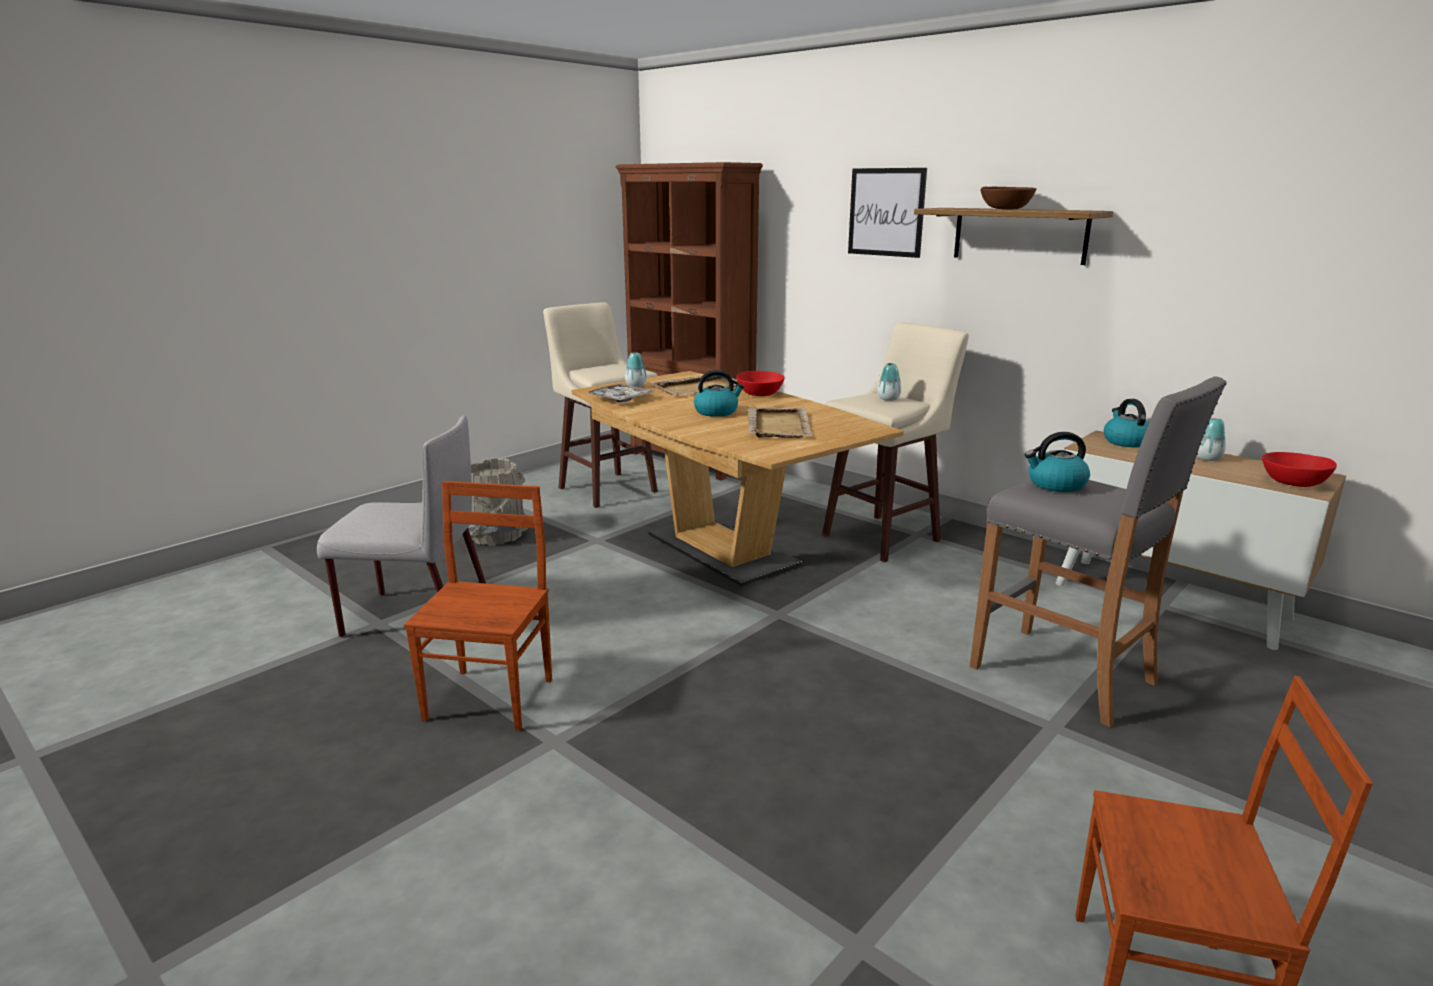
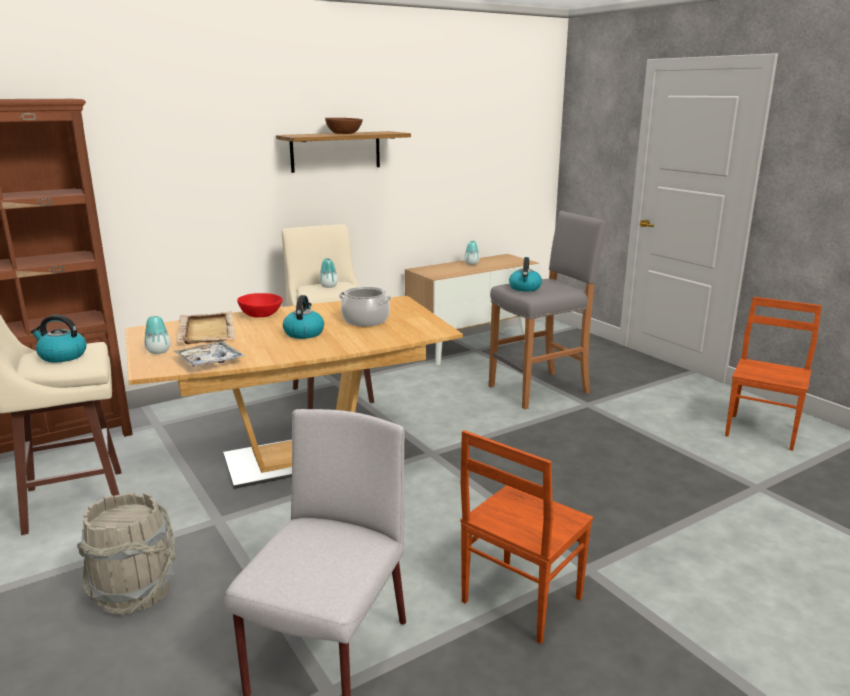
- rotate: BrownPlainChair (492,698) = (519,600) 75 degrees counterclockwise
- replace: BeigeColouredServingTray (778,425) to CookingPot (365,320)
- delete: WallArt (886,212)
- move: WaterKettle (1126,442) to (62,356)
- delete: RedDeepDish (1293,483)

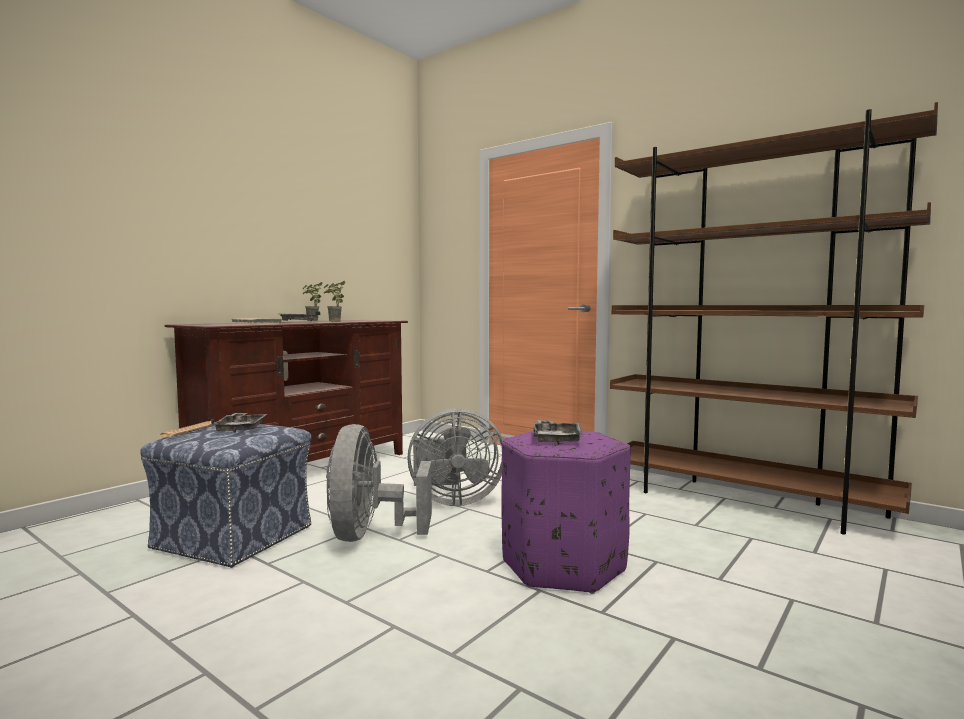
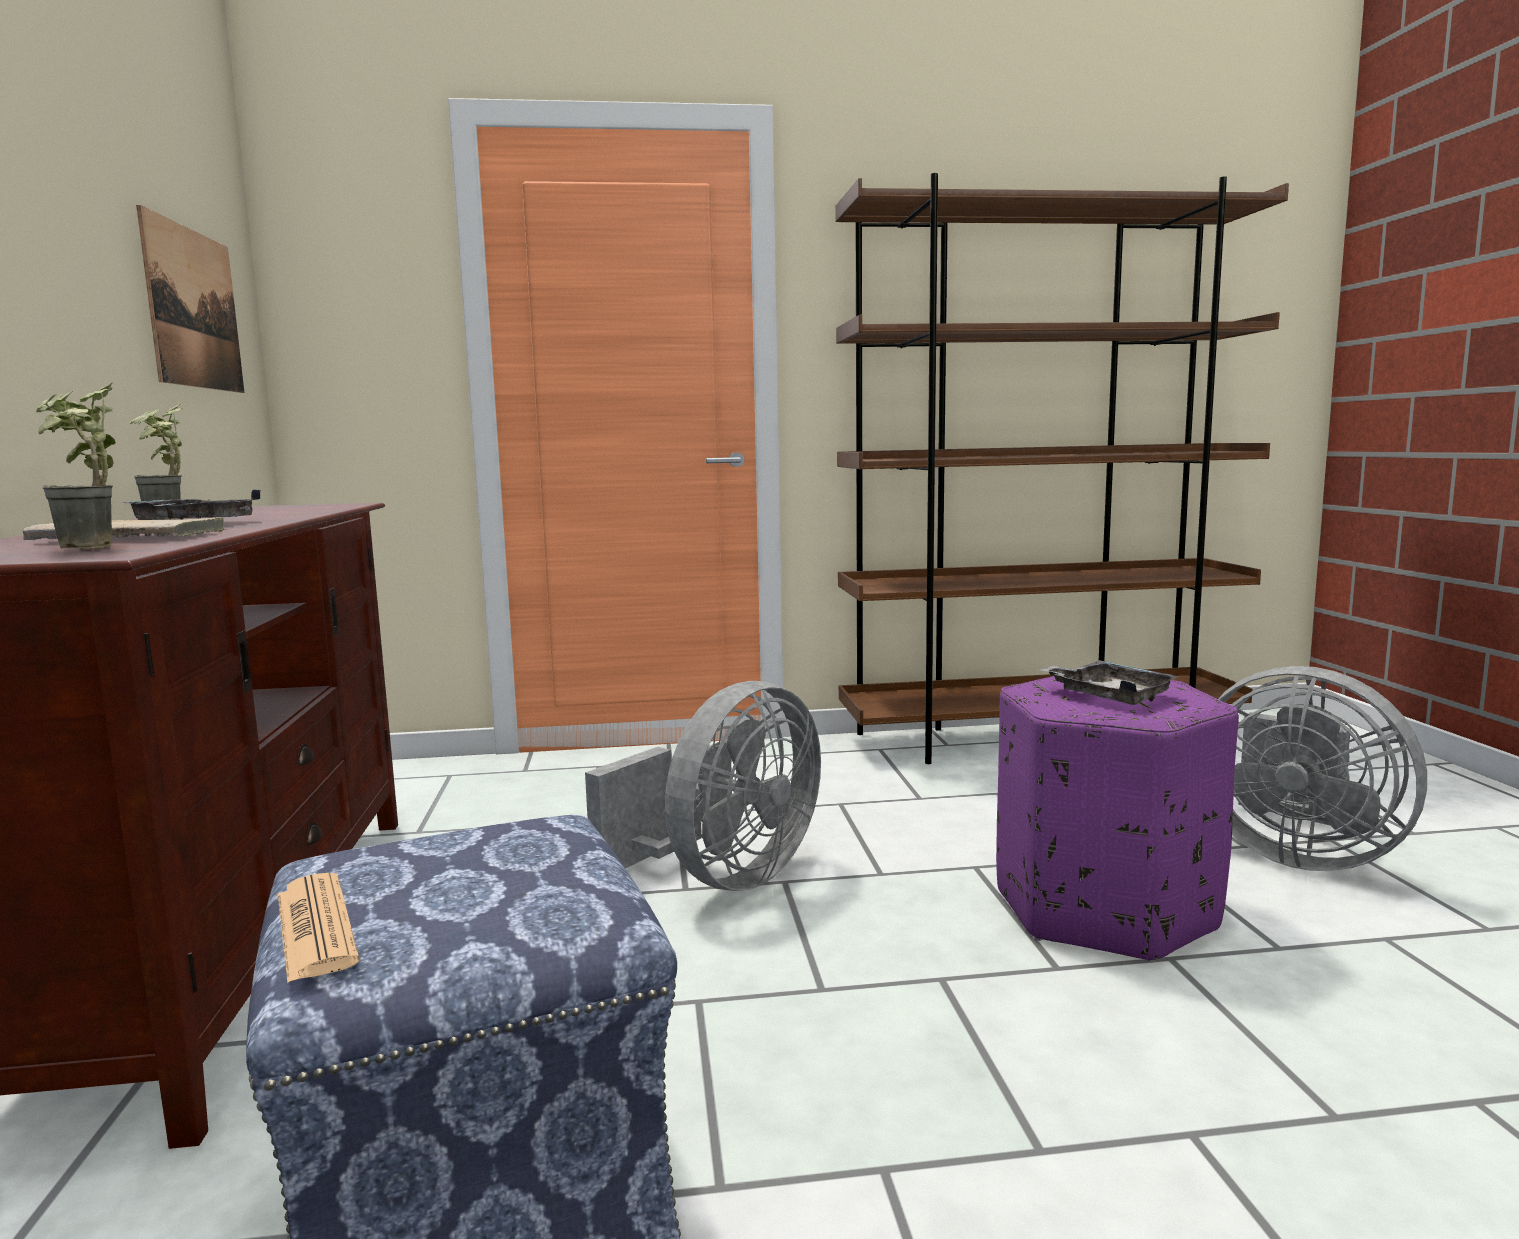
- delete: GreyServingTray (241,429)
- move: PottedPlant (334,321) to (90,549)
- move: GreyCoolingFan (370,535) to (1295,854)
- insert: WallArt (194,309)

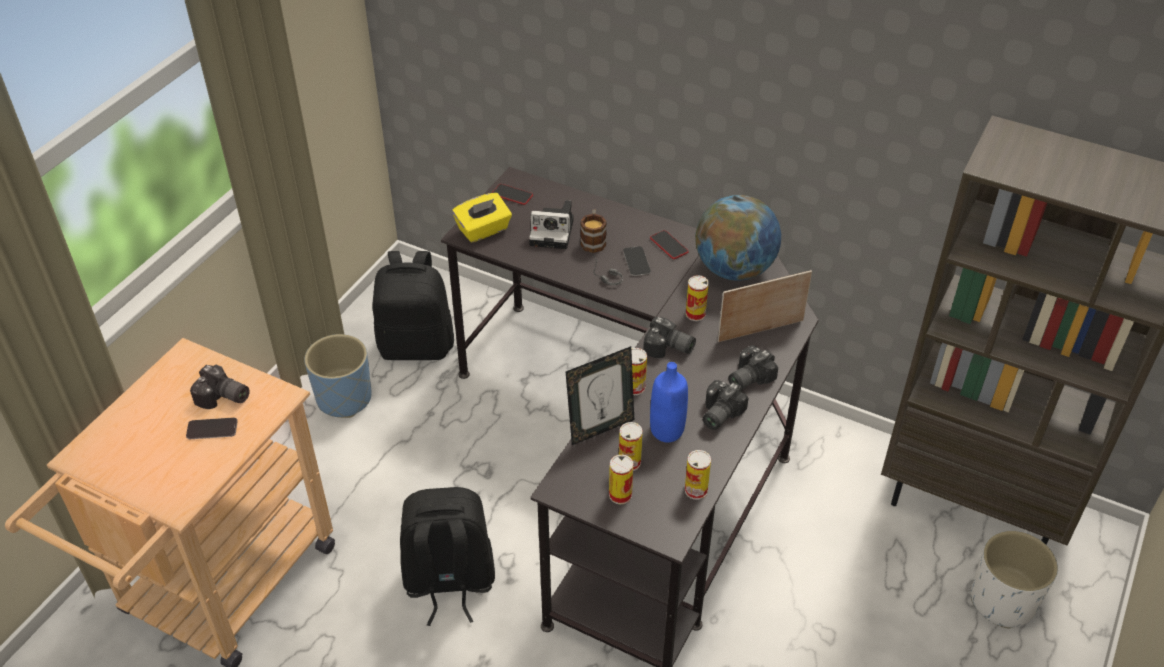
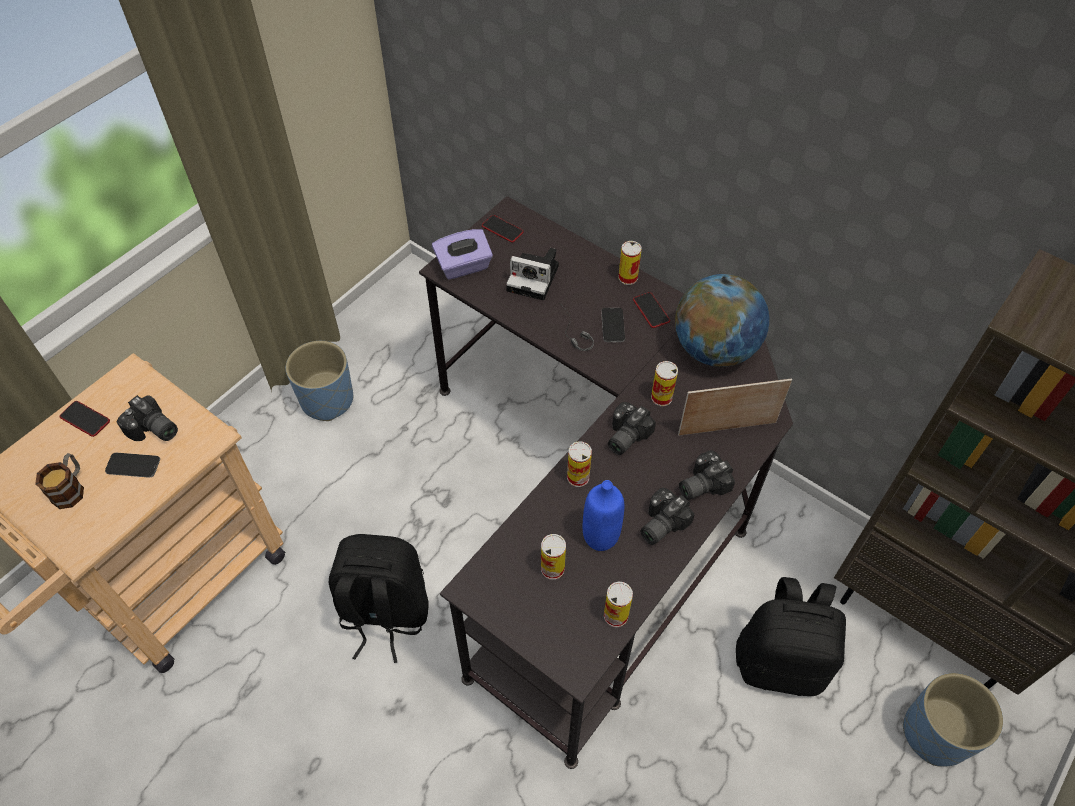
- move: BlackRucksack (416,345) to (780,661)
- recolor: YellowTissueHolder (483,230) to PurpleTissueHolder (464,266)
- delete: PictureFrame (600,428)
- move: Mug (593,240) to (71,488)
- move: MetalCan (620,495) to (628,277)
- rotate: StillCamera (669,349) = (624,436) 90 degrees clockwise
- recolor: WhitePlantPot (1002,602) to BluishPlantPot (935,734)
- insert: Telephone (85,419)

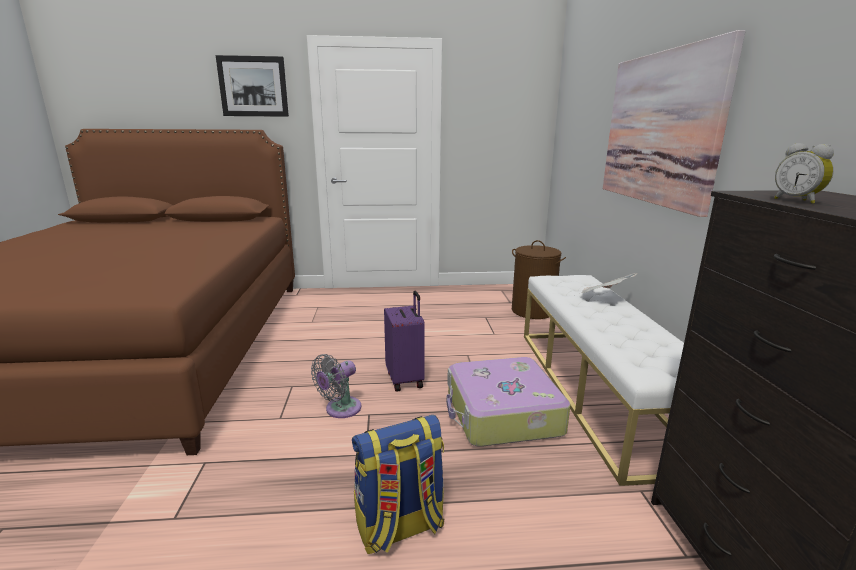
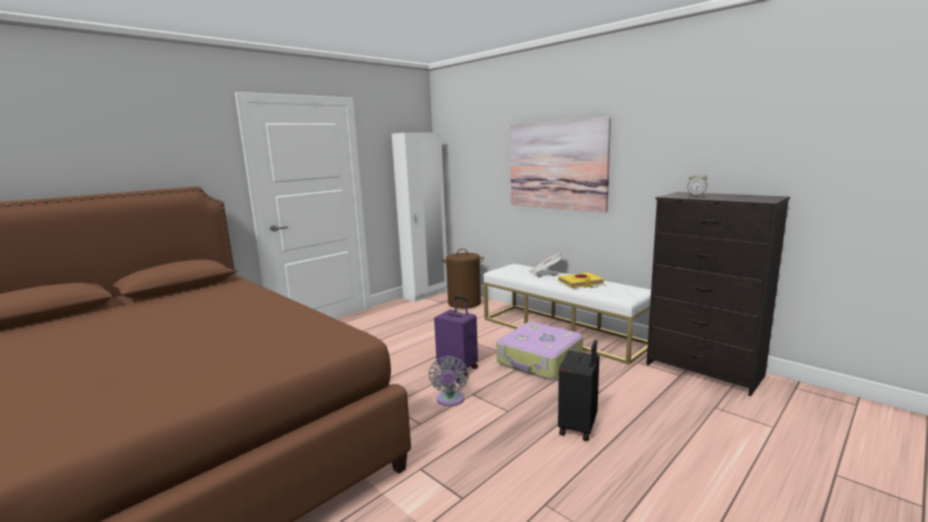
- delete: WallArt (253,86)
- replace: Rucksack (399,527) to BlackPieceOfLuggage (579,427)
- insert: WhiteWardrobe (426,294)
- insert: YellowBoundBook (580,283)

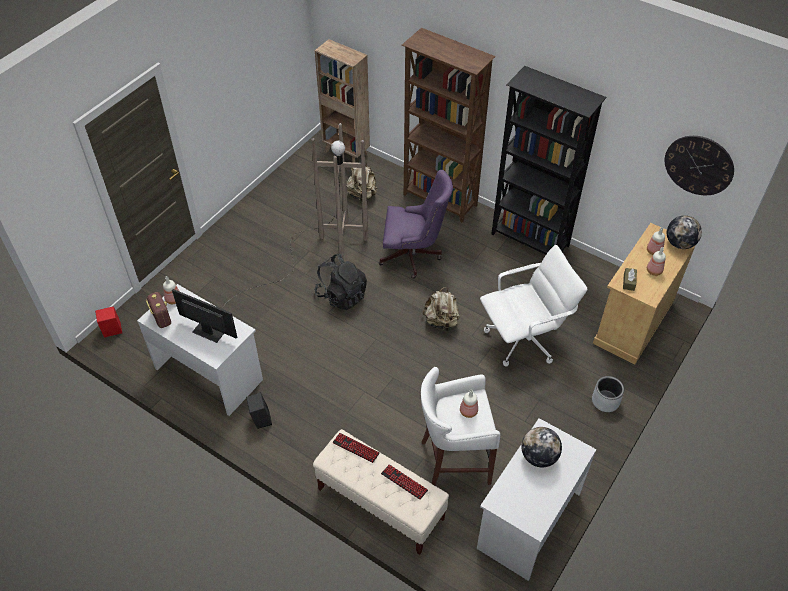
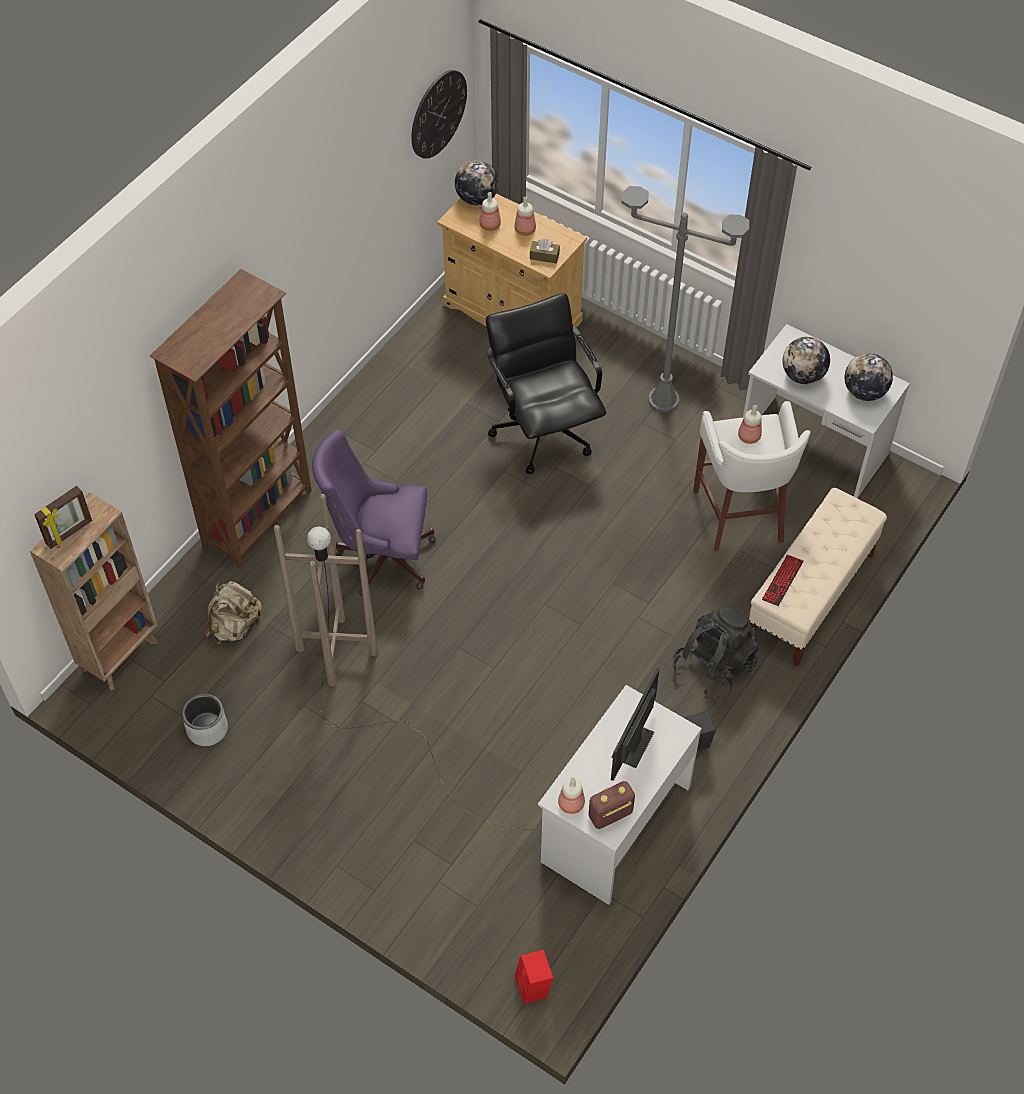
- move: BlackRucksack (341,295) to (714,667)
- rotate: PurpleComputerChair (413,256) = (380,556) 90 degrees counterclockwise
- delete: PcKeyboard (404,482)
- delete: BeigeColouredRucksack (441,321)
- recolor: WhiteComputerChair (524,339) to BlackComputerChair (543,431)
- delete: BlackBookcase (530,241)
- move: GreyPlantPot (605,401) to (207,729)
- insert: PictureFrame (69,533)
- insert: GreyFloorLamp (663,400)
- insert: Globe (864,392)

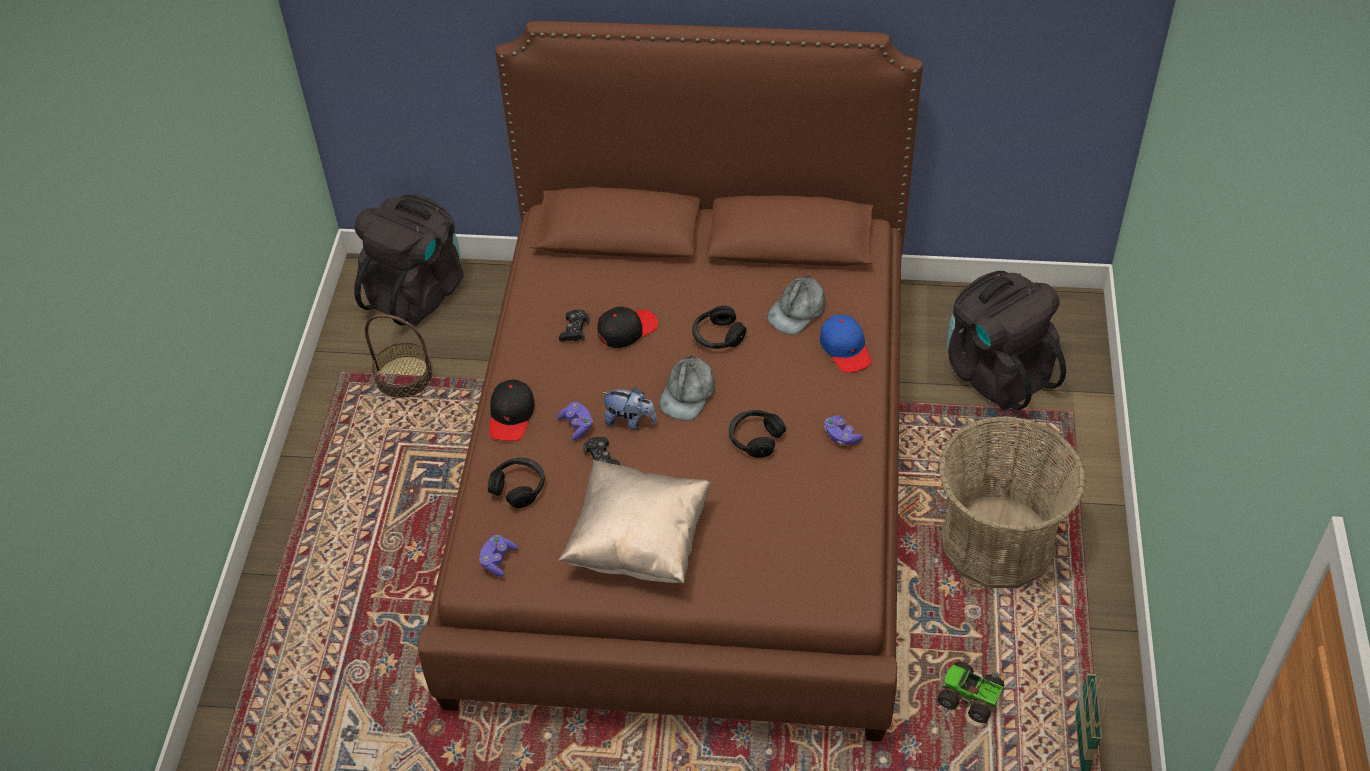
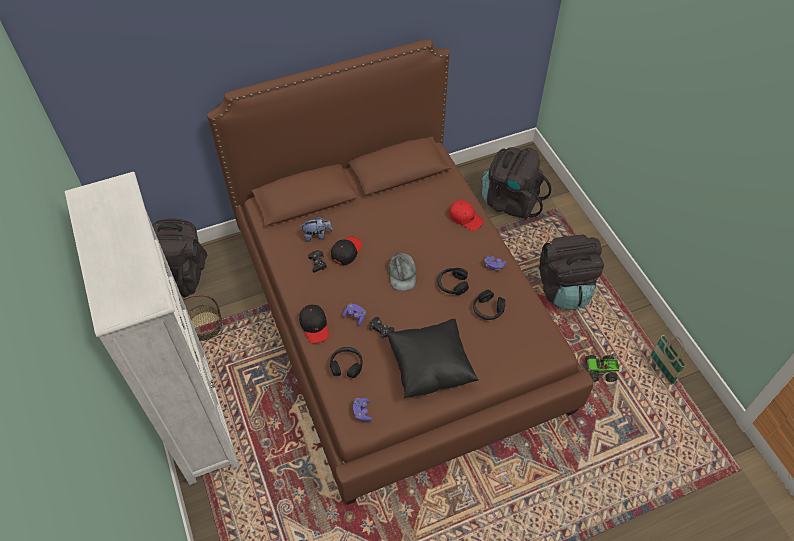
- recolor: BeigeColouredPillow (638,542) to BlackPillow (430,367)
- move: PlushToy (630,421) to (317,235)
- move: BlackHeadset (717,336) to (488,309)
- delete: GreyBaseballCap (797,311)
- recolor: BluishBaseballCap (845,349) to RedBaseballCap (465,218)
- replace: HouseholdBasket (997,542) to BlackRucksack (564,287)
- insert: WhiteBookcase (198,417)

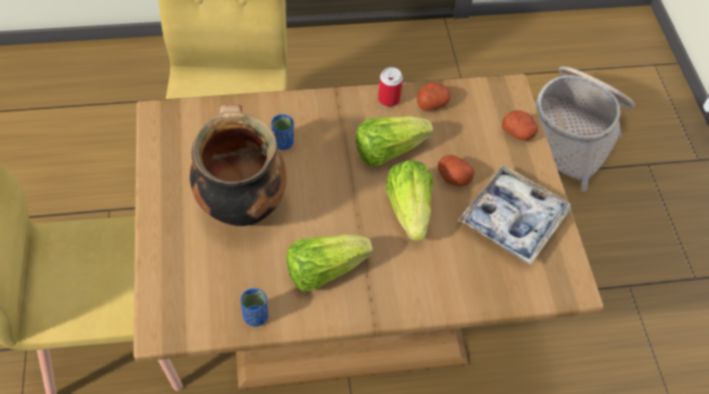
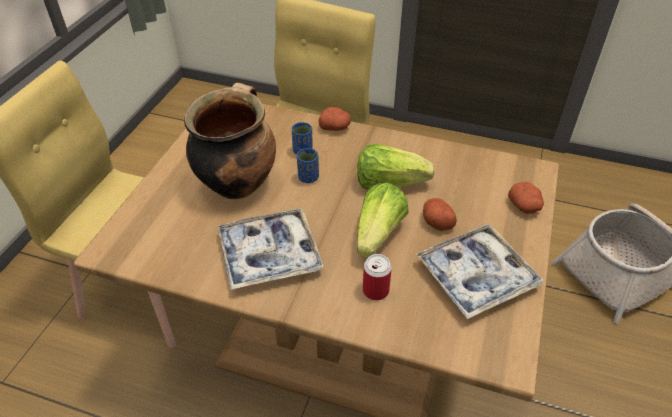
- move: BluishCup (255,316) to (308,178)
- replace: Lettuce (324,270) to ServingTray (269,255)
- move: MetalCan (388,99) to (375,290)
- move: WholePotato (432,103) to (335,127)

